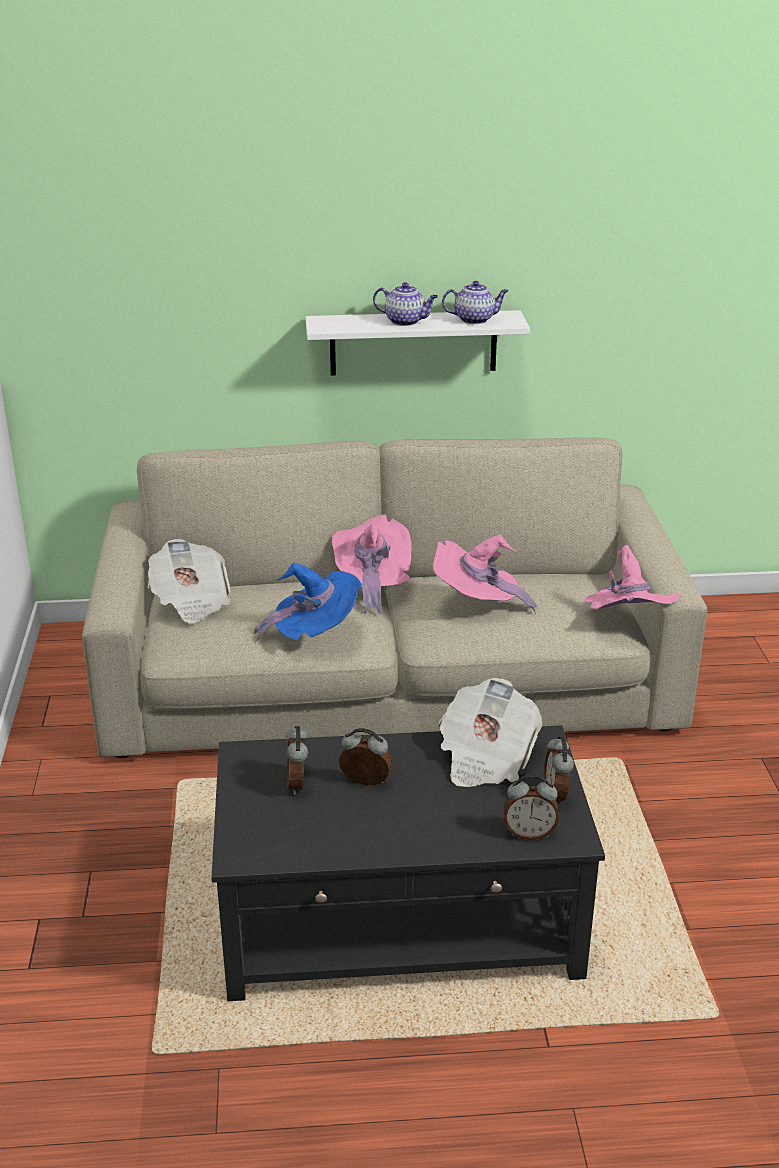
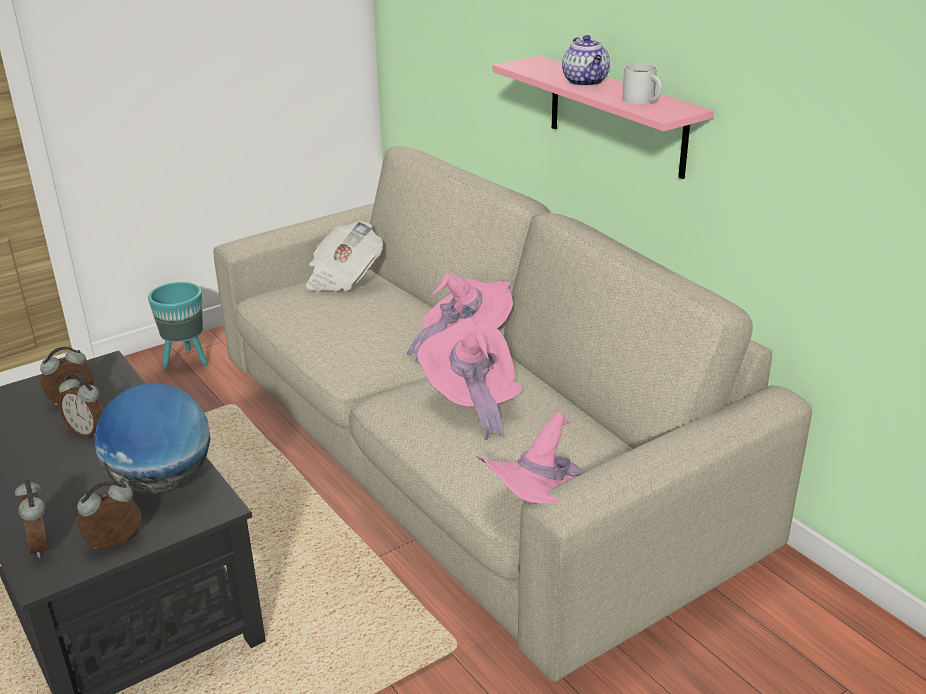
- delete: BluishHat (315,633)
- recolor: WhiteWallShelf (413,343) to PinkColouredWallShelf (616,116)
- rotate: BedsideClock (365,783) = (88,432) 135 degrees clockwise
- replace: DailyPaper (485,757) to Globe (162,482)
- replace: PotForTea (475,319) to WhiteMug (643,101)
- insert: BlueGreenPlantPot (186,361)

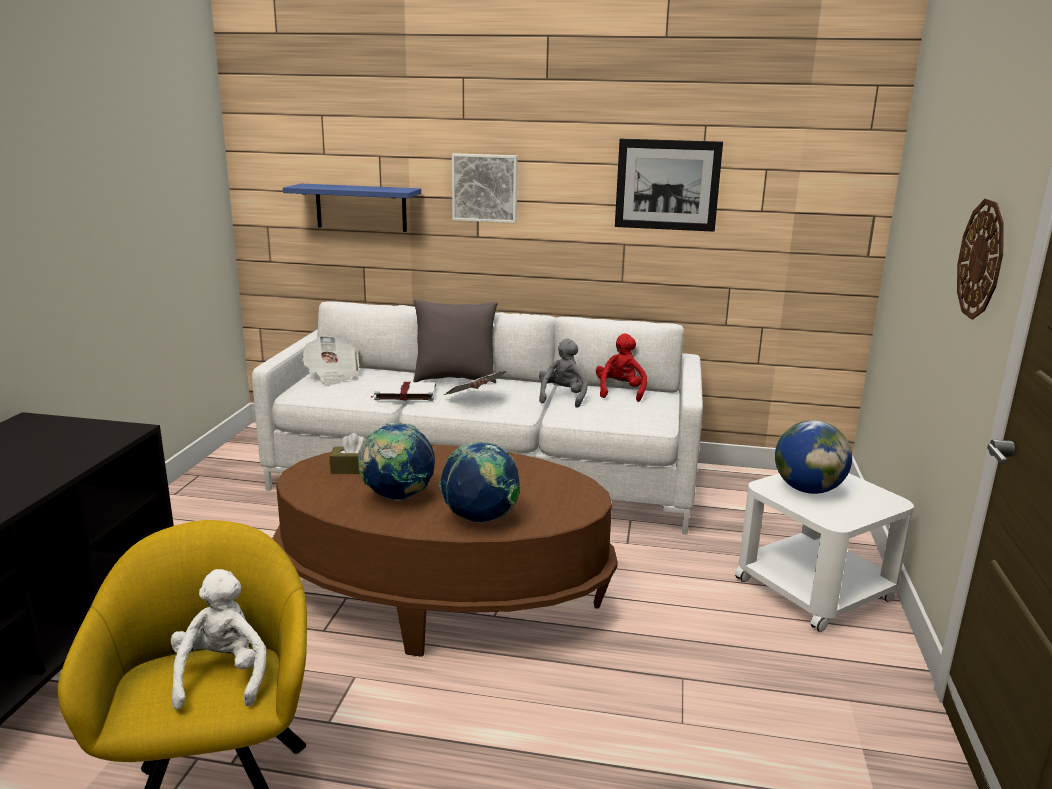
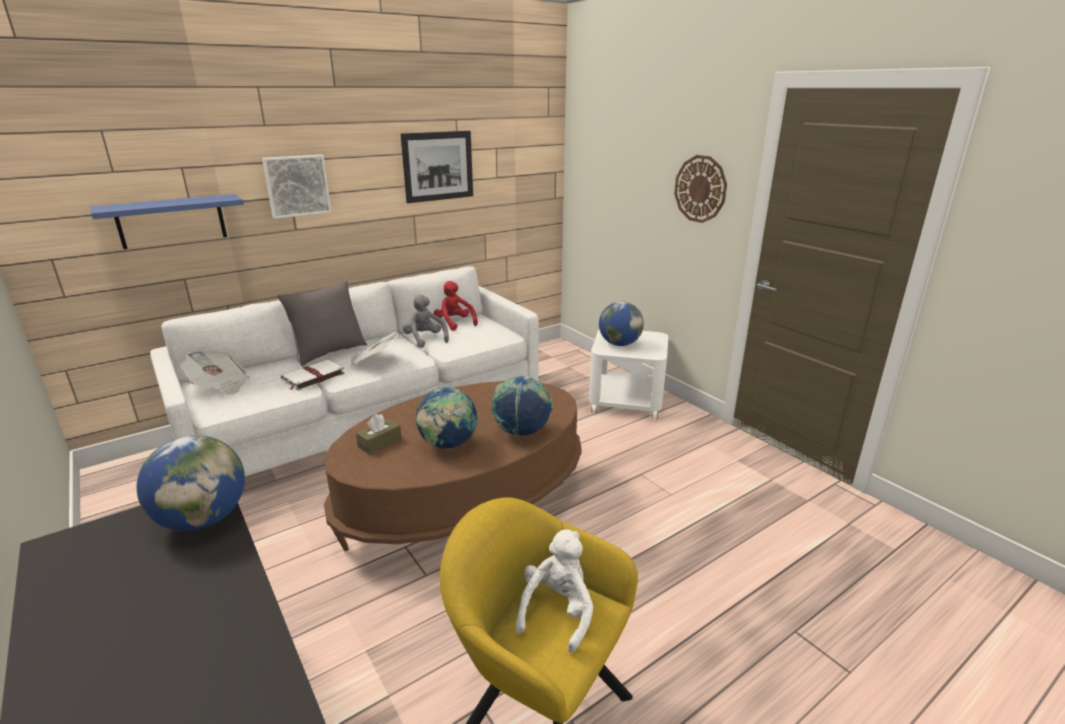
- rotate: WhitePlushToy (222,676) = (557,612) 75 degrees clockwise
- insert: Globe (203,519)

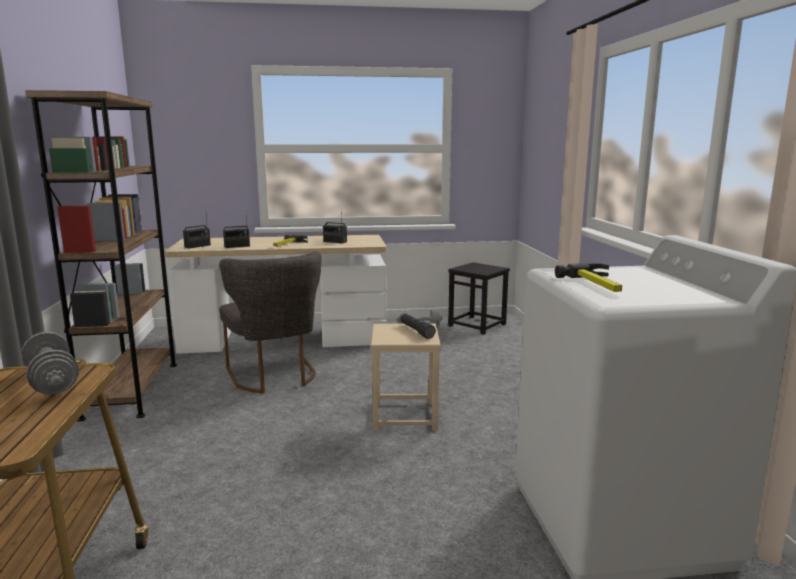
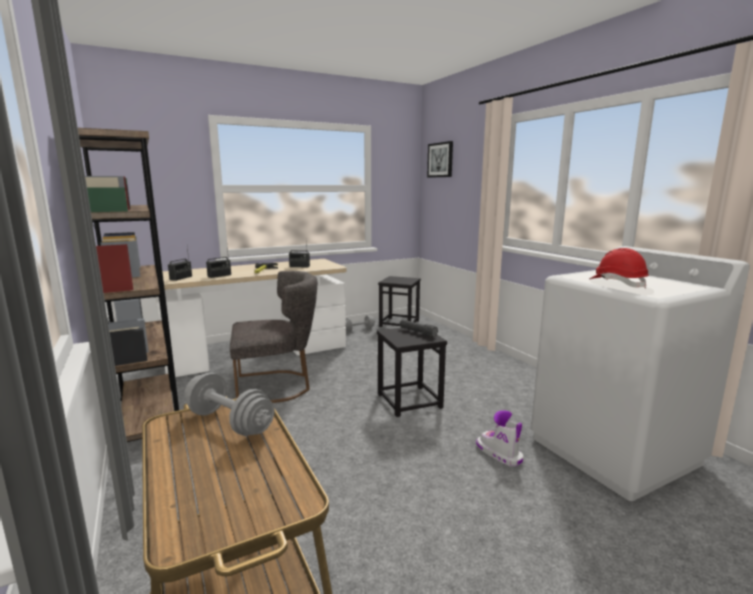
- rotate: GreyPlainChair (275,377) = (277,386) 60 degrees counterclockwise
- recolor: BeigeColouredSittingStool (404,416) to BlackSittingStool (408,401)
- replace: HandHammer (598,284) to RedSafetyHelmet (617,283)
- insert: WallArt (440,160)
- insert: Boot (498,453)

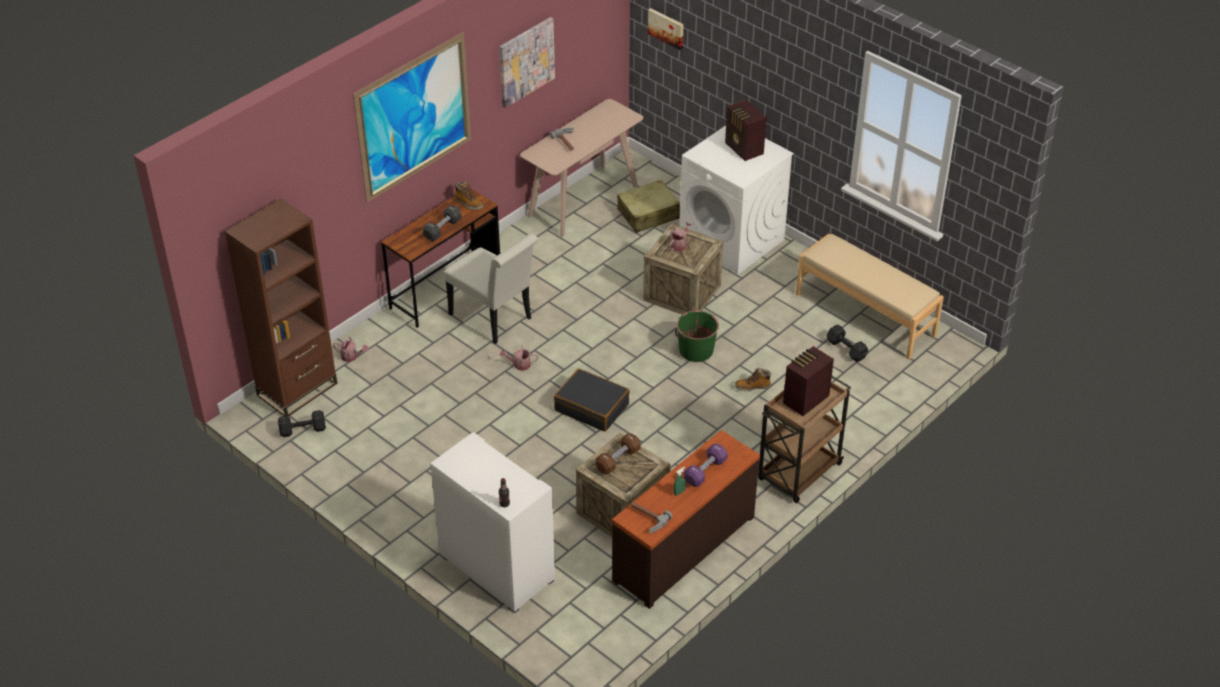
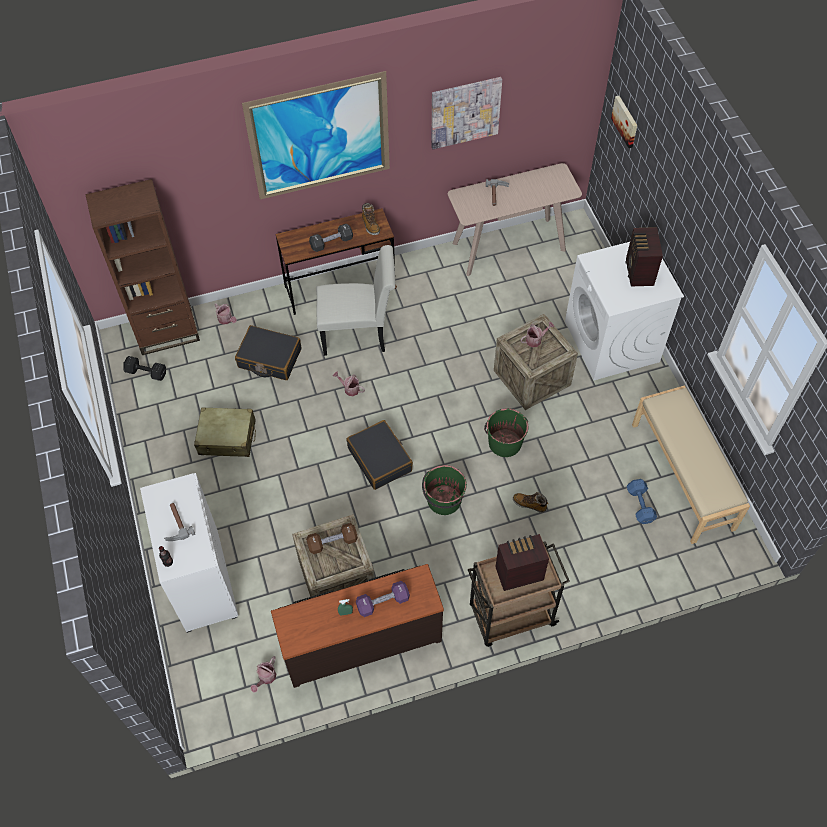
- rotate: WhitePlainChair (494,319) = (359,334) 75 degrees counterclockwise
- move: BeigeColouredPieceOfLuggage (648,214) to (227,437)
- move: HandHammer (646,519) to (175,525)
- recolor: BlackFreeWeight (846,350) to BluishFreeWeight (640,506)
- insert: BlackPieceOfLuggage (269,358)
- insert: WateringPot (266,678)
- insert: GreenColouredPail (443,501)

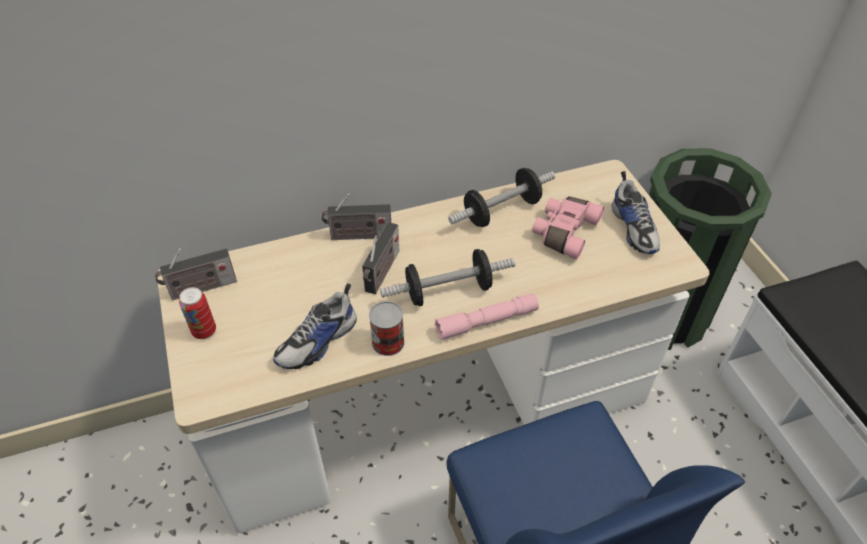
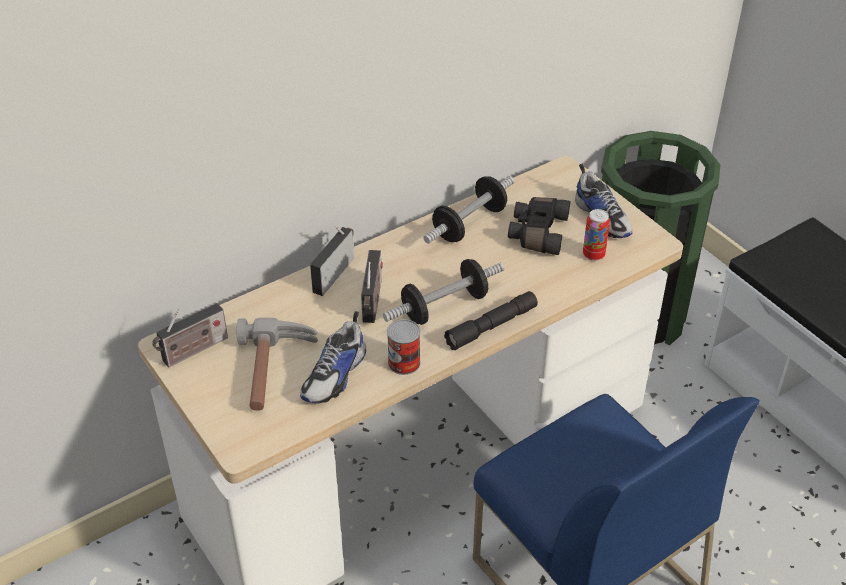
- move: MetalCan (204,331) to (593,255)
- rotate: Radio (358,236) = (334,273) 135 degrees clockwise
- recolor: PinkColouredFlashlight (486,322) to BlackFlashlight (491,326)
- recolor: PinkColouredBinoculars (563,232) to BlackBinoculars (536,233)
- insert: HandHammer (276,371)

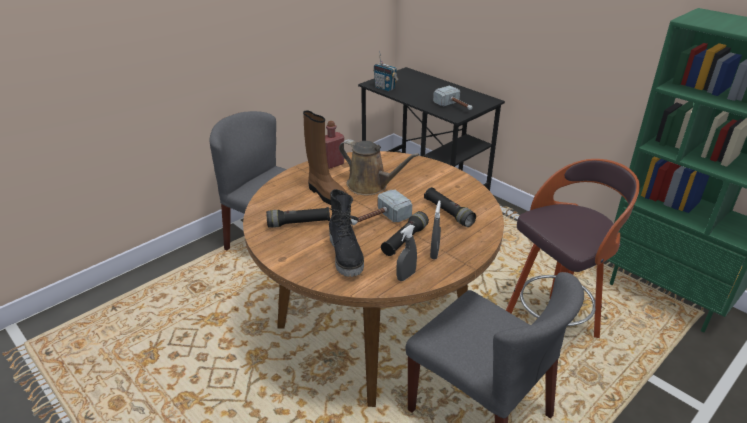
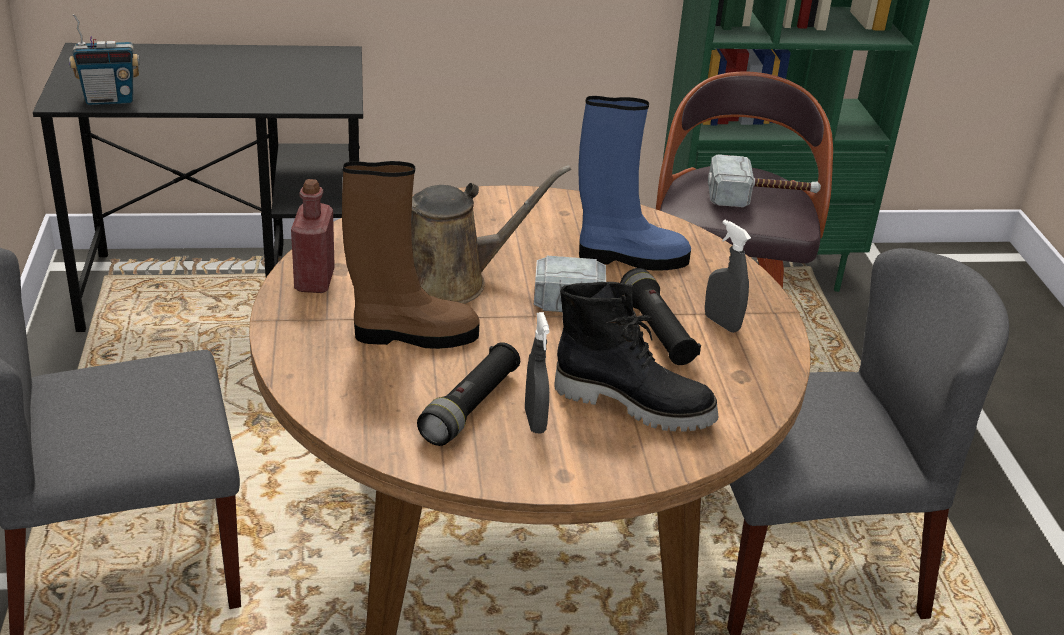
- move: GreyHandSprayer (406,276) to (535,421)
- replace: BlackFlashlight (448,213) to BluishBoot (629,258)
- move: HandHammer (455,107) to (761,198)

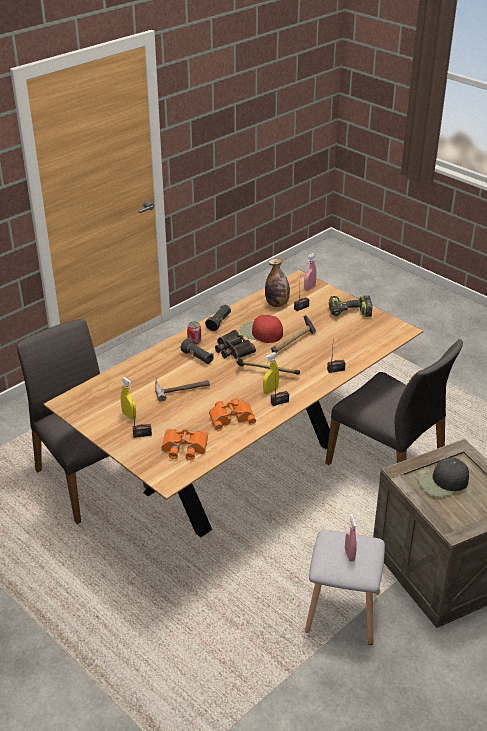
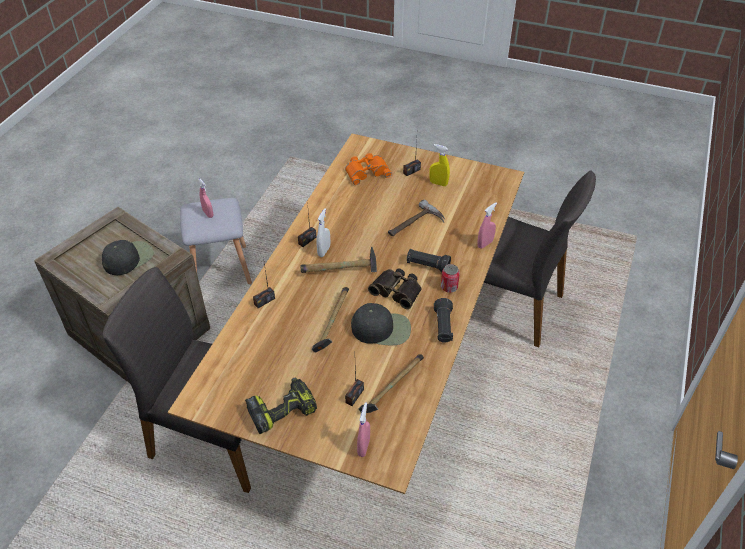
- delete: OrangeColouredBinoculars (231,416)
- recolor: RedBaseballCap (261,332) to BlackBaseballCap (382,328)
- recolor: YellowHandSprayer (270,390) to WhiteHandSprayer (324,251)
- replace: DrinkBottle (277,304) to HandHammer (391,390)
- insert: PinkColouredHandSprayer (485,244)

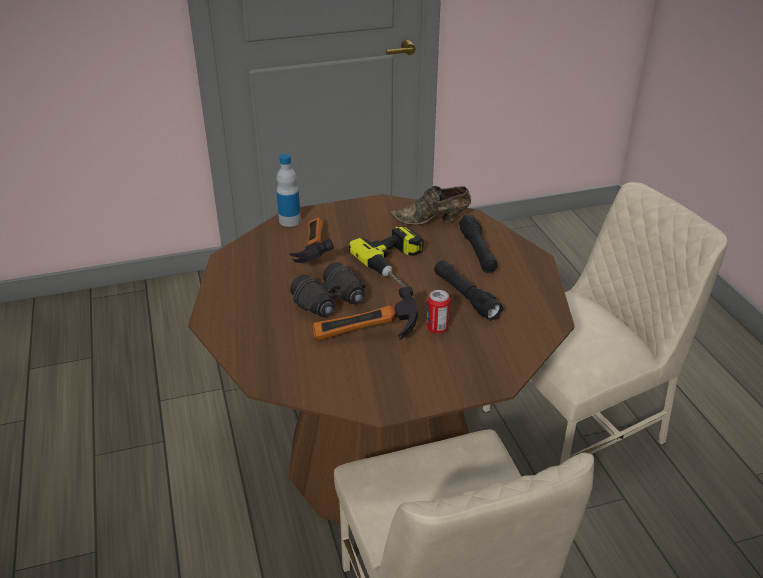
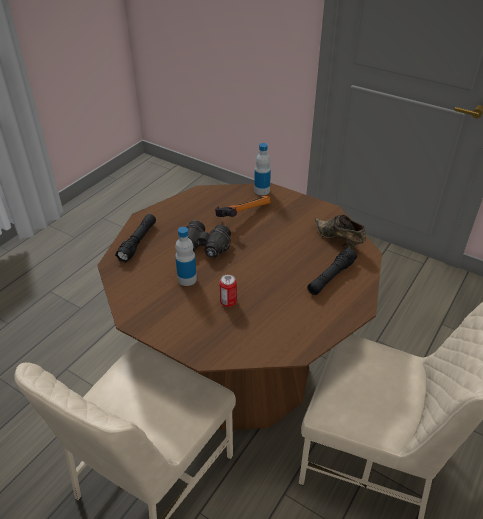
- replace: HandHammer (366,338) to DrinkBottle (187,279)
- delete: ElectricDrill (398,264)
- move: BlackFlashlight (465,297) to (138,242)

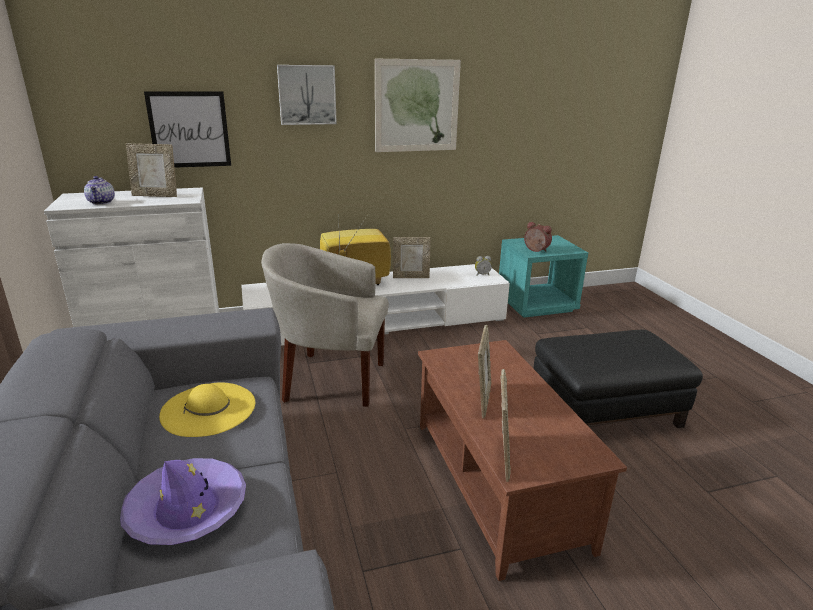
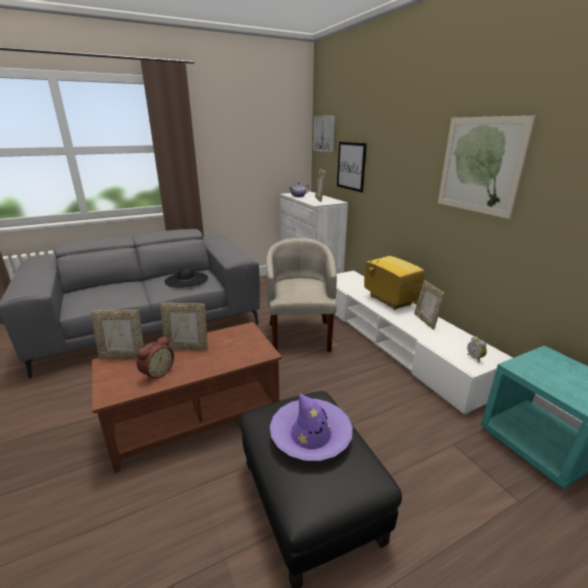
- move: PurpleHat (187,510) to (311,435)
- recolor: YellowHat (208,409) to BlackHat (186,280)
- move: WallArt (307,95) to (325,133)
- move: BedsideClock (535,250) to (156,373)

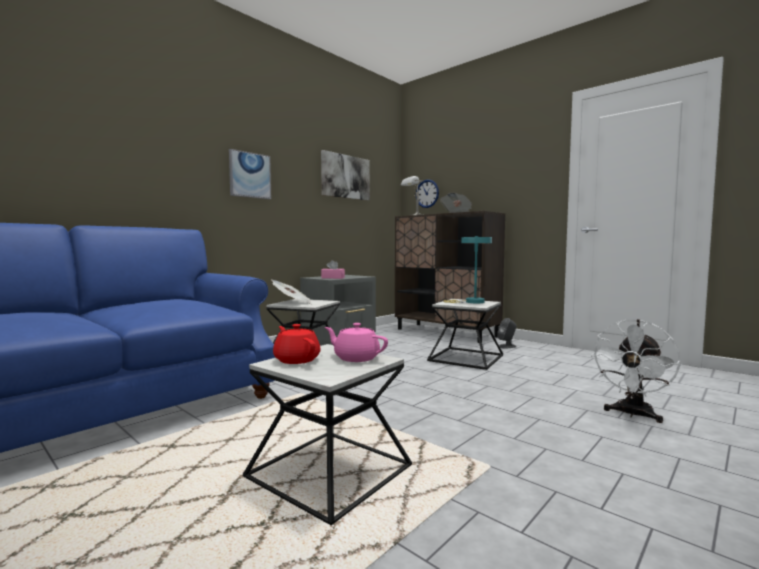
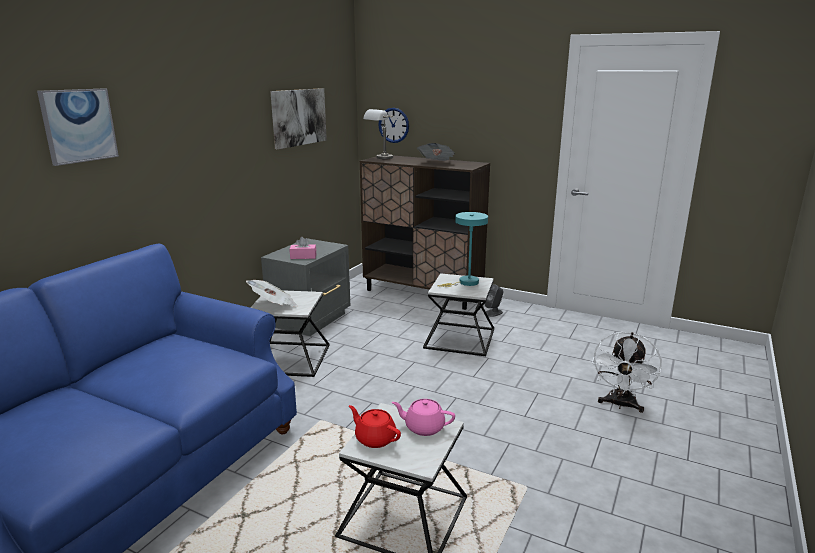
- move: WallArt (250,175) to (79,125)

